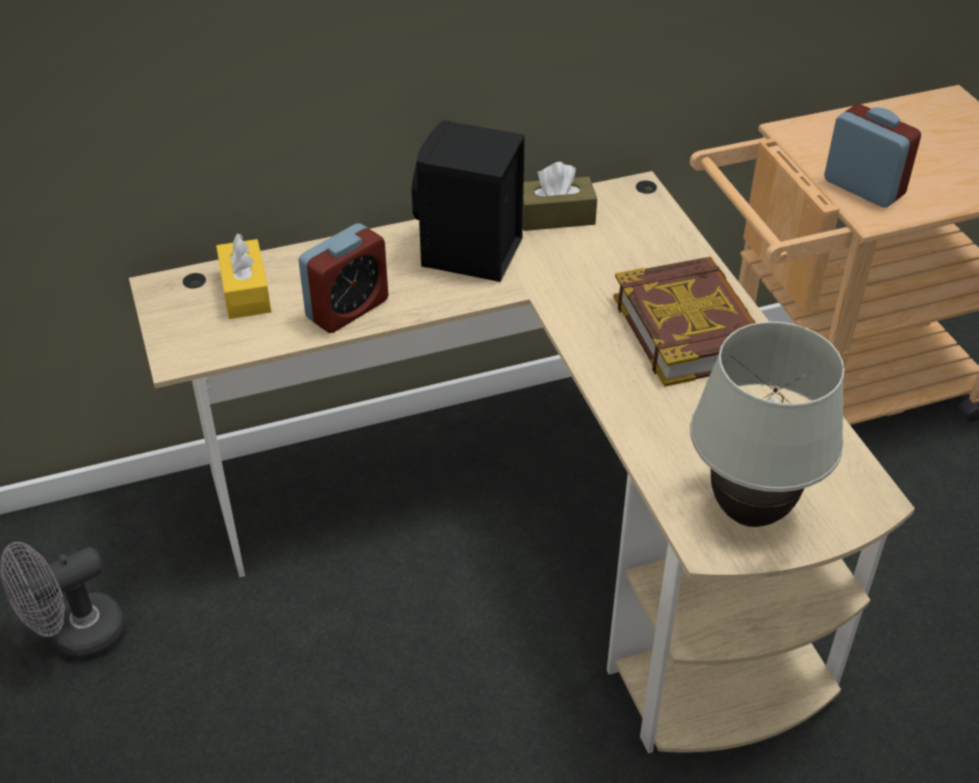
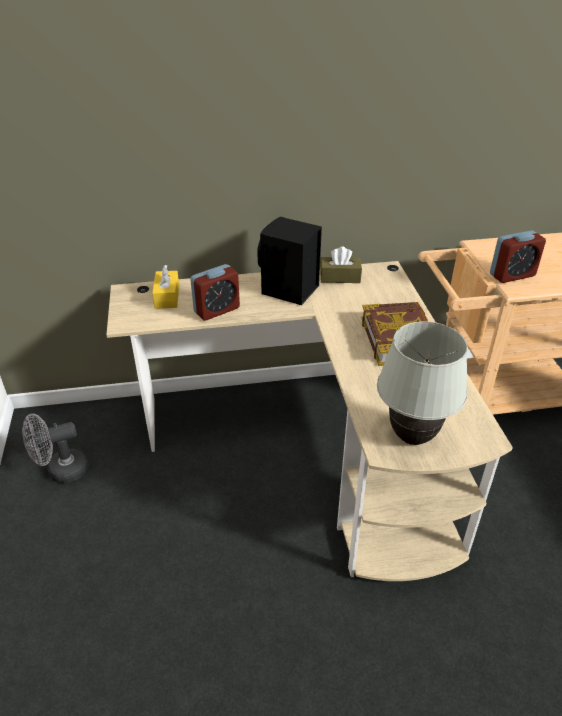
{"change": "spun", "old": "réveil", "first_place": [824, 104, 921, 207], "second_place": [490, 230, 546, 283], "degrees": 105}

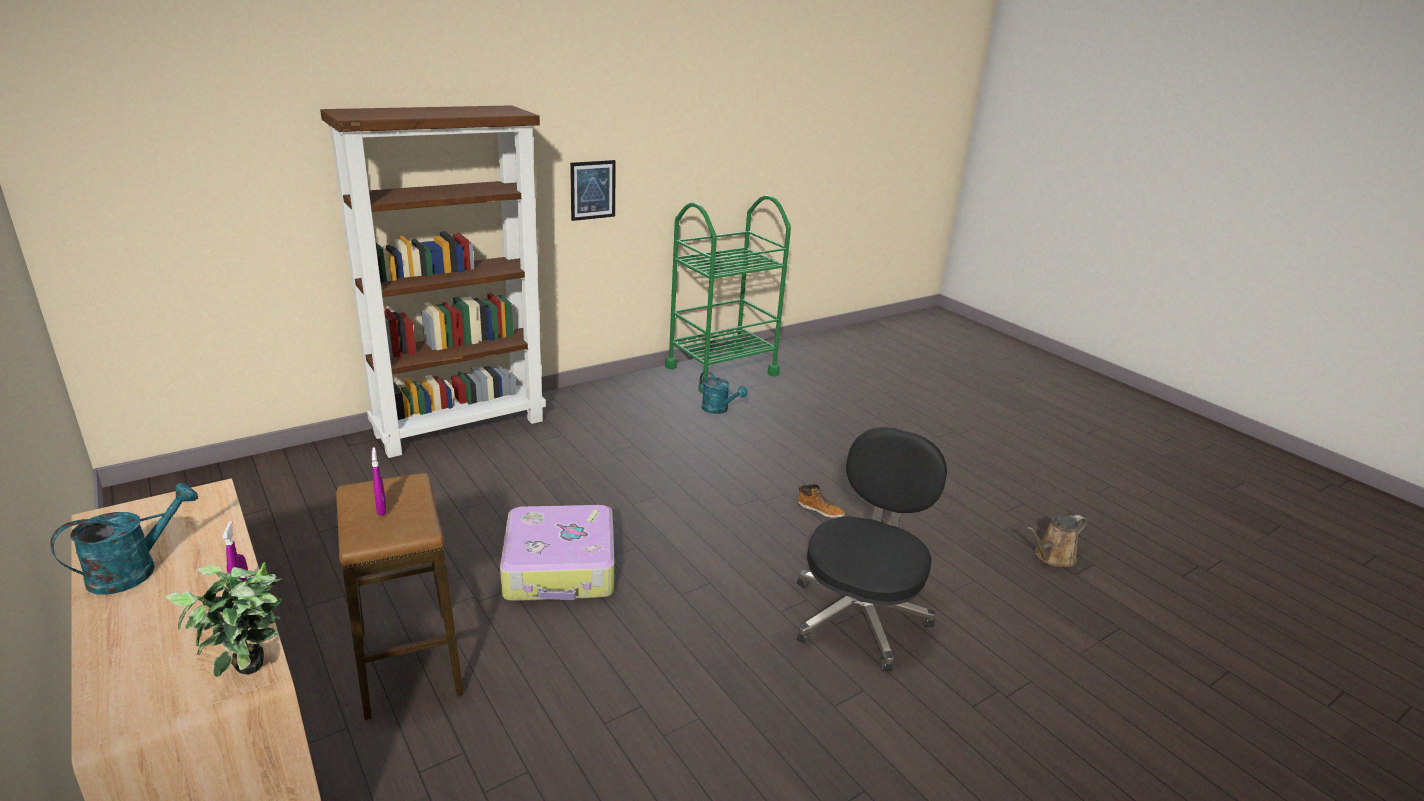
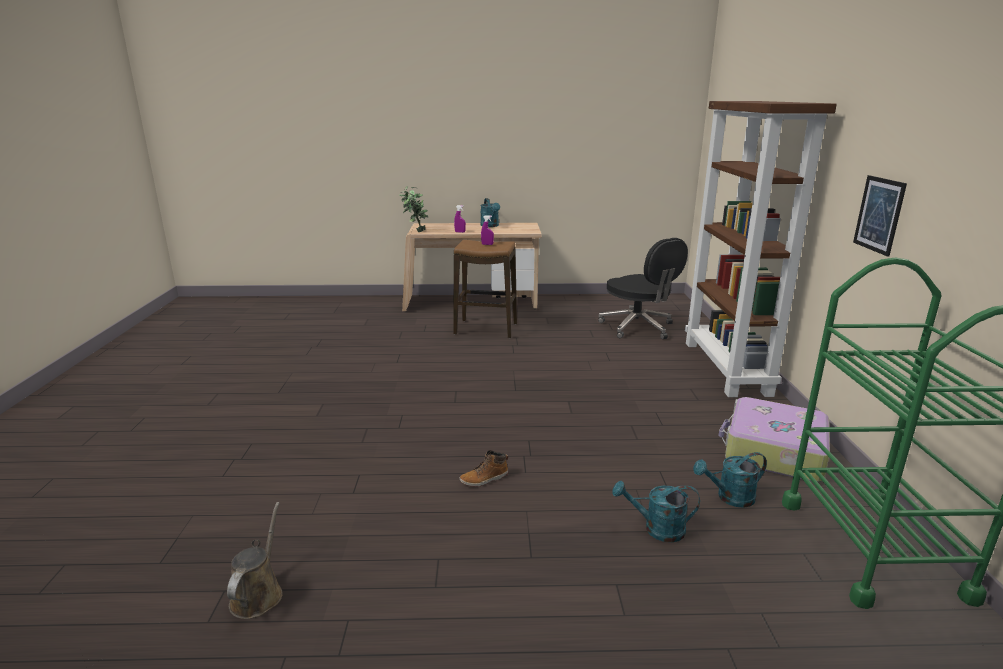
{"change": "appeared", "new": "arrosoir [turquoise]", "second_place": [612, 481, 700, 542]}
{"change": "relocated", "old": "valise", "first_place": [500, 505, 615, 601], "second_place": [719, 397, 830, 482]}
{"change": "relocated", "old": "chaise de bureau [noir]", "first_place": [797, 427, 947, 671], "second_place": [598, 238, 688, 339]}

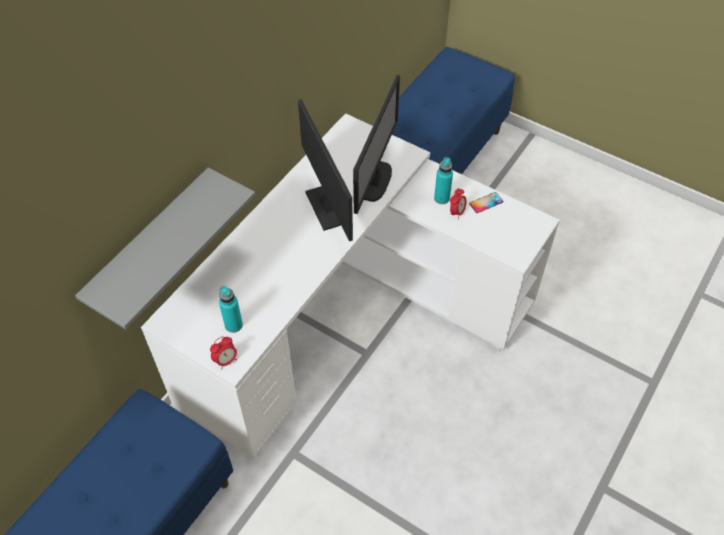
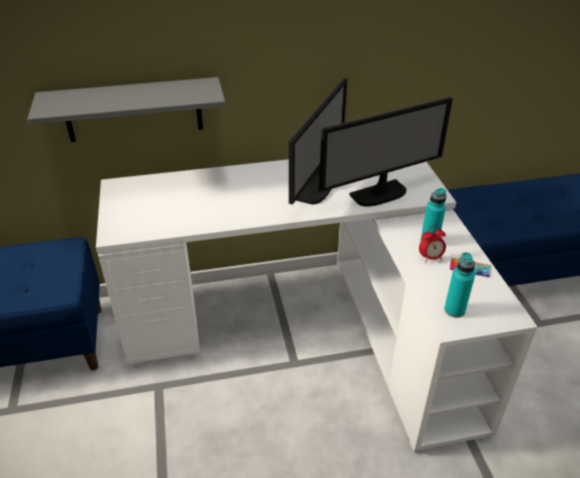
{"change": "missing", "old": "réveil", "first_place": [210, 337, 237, 370]}
{"change": "relocated", "old": "bouteille [turquoise]", "first_place": [219, 286, 243, 333], "second_place": [444, 252, 475, 318]}

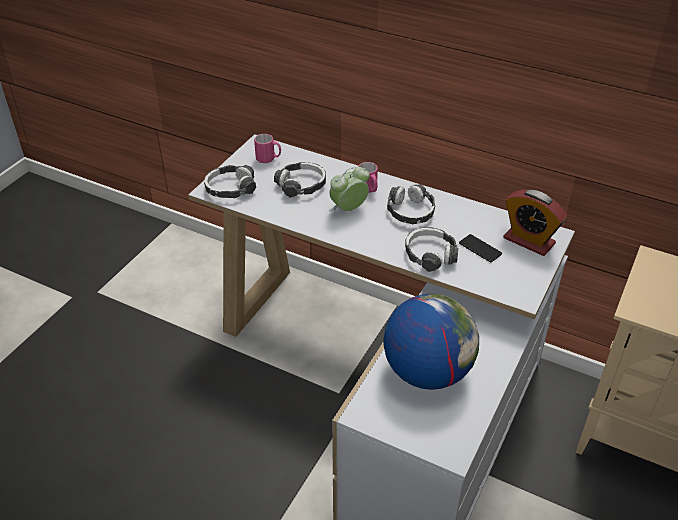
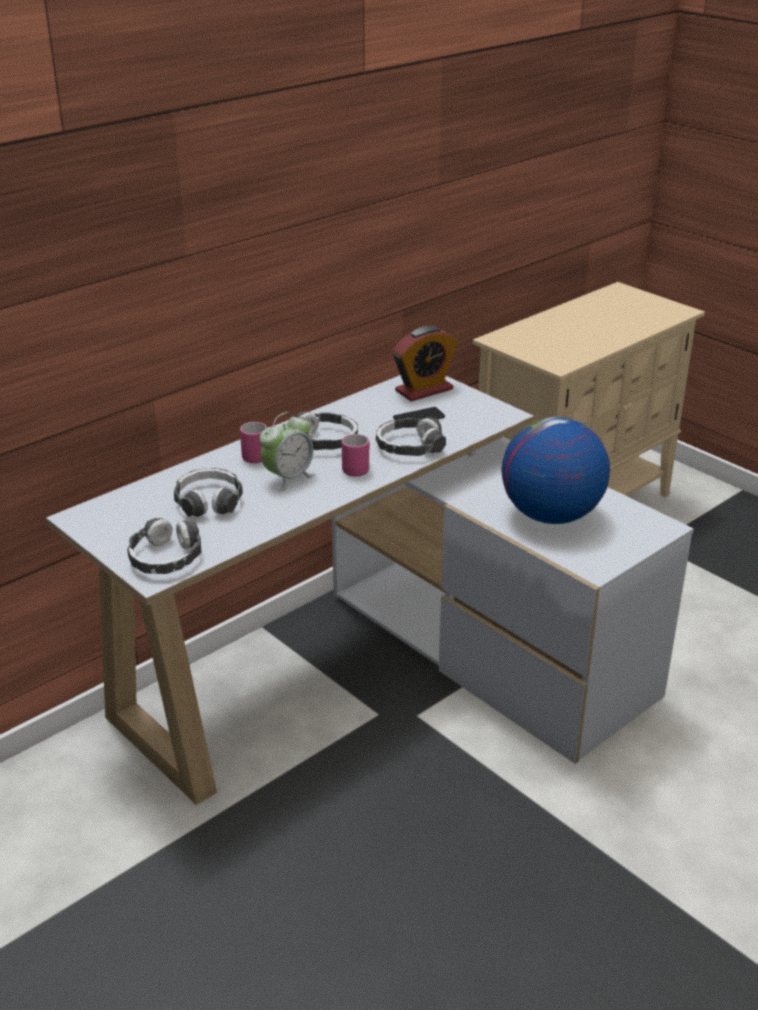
{"change": "relocated", "old": "mug [rose]", "first_place": [254, 134, 281, 163], "second_place": [342, 434, 370, 476]}
{"change": "spun", "old": "réveil", "first_place": [329, 167, 370, 211], "second_place": [260, 412, 315, 492], "degrees": -120}

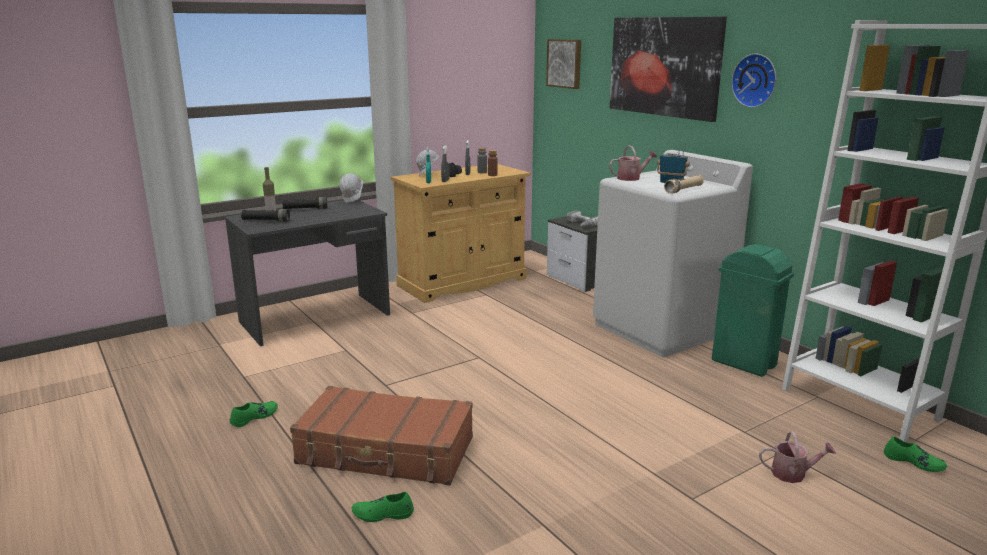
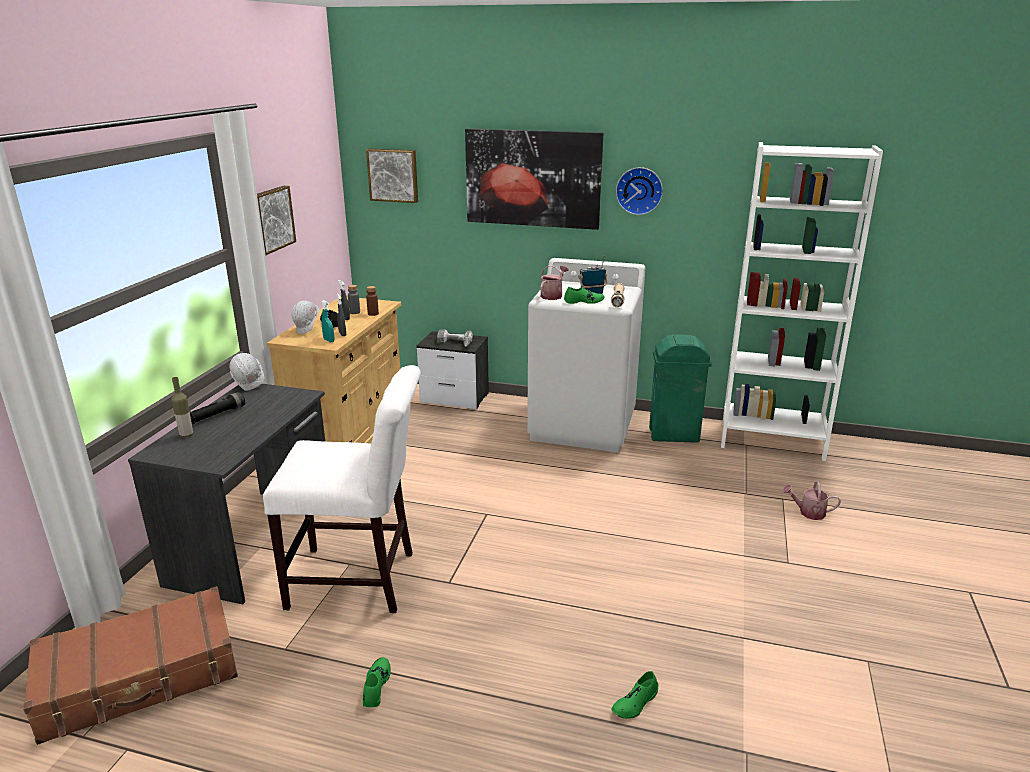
{"change": "missing", "old": "lampe de poche [noir]", "first_place": [241, 209, 290, 222]}
{"change": "appeared", "new": "tableau", "second_place": [257, 186, 296, 255]}
{"change": "appeared", "new": "chaise [blanc]", "second_place": [263, 365, 421, 613]}
{"change": "relocated", "old": "valise [marron]", "first_place": [290, 386, 473, 485], "second_place": [23, 586, 238, 745]}
{"change": "relocated", "old": "chaussure [vert]", "first_place": [884, 436, 947, 472], "second_place": [564, 286, 605, 304]}
{"change": "spun", "old": "arrosoir", "first_place": [759, 432, 836, 483], "second_place": [782, 481, 841, 520], "degrees": -135}

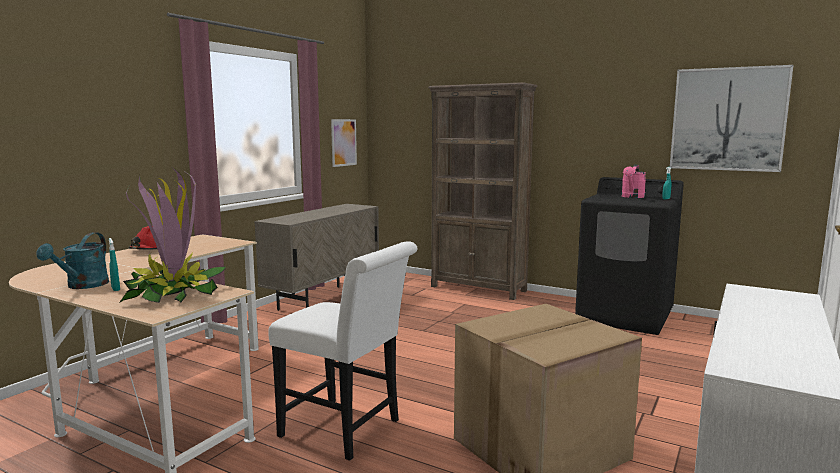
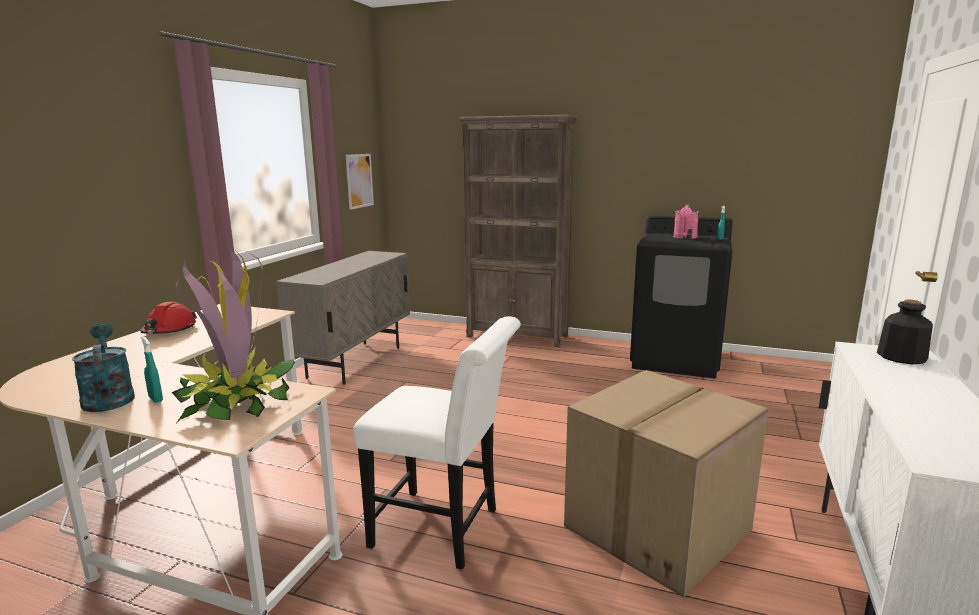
{"change": "missing", "old": "tableau", "first_place": [670, 65, 793, 172]}
{"change": "appeared", "new": "bouteille", "second_place": [877, 300, 933, 364]}
{"change": "spun", "old": "arrosoir [turquoise]", "first_place": [37, 232, 109, 289], "second_place": [72, 323, 135, 412], "degrees": 150}

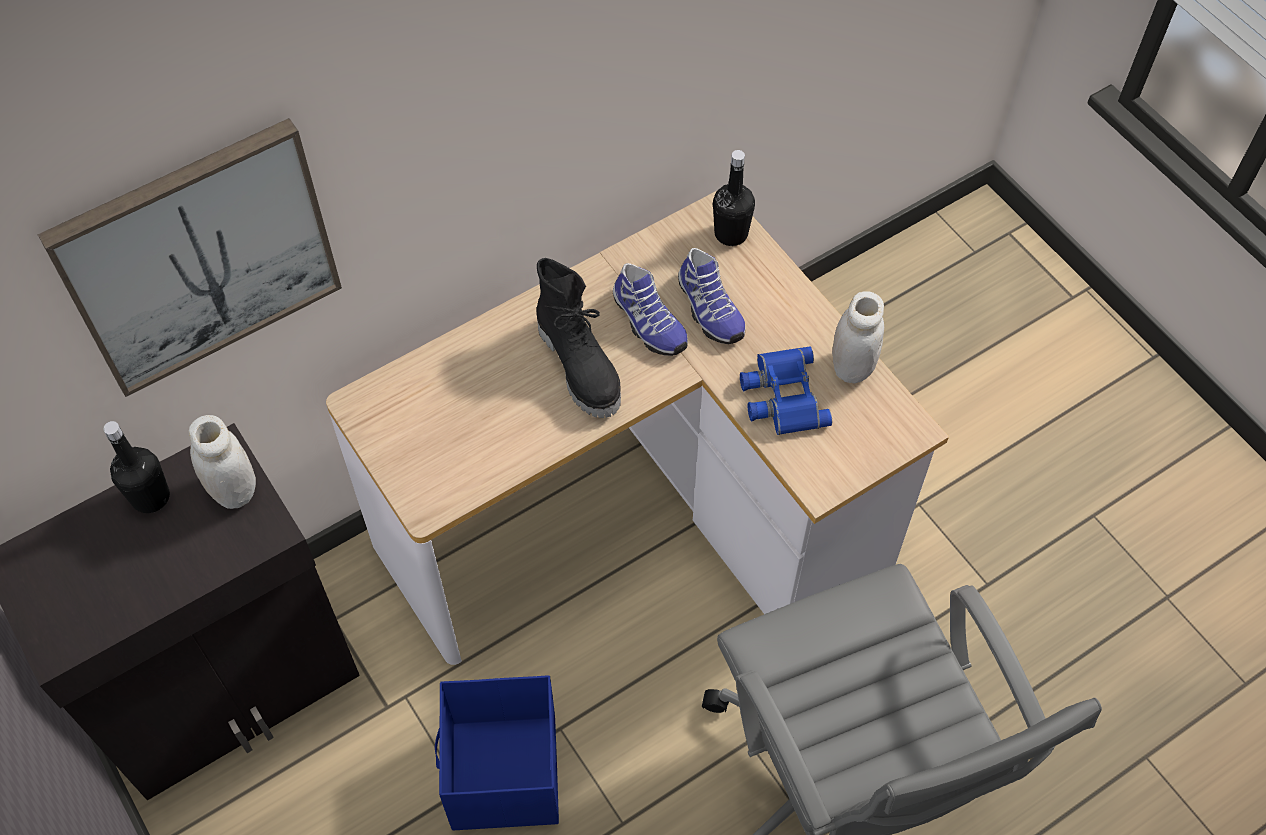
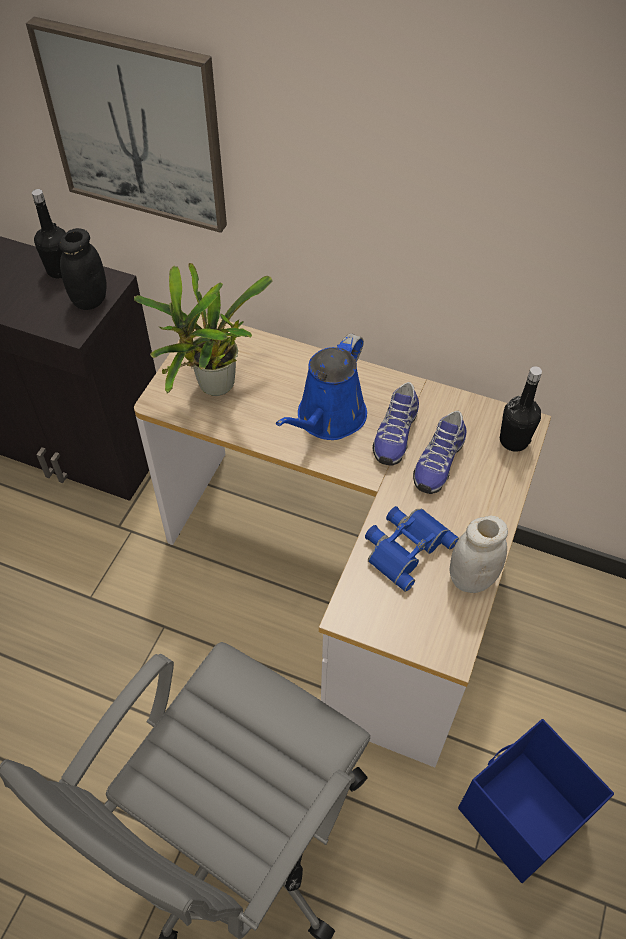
{"change": "appeared", "new": "plante en pot", "second_place": [134, 263, 273, 396]}
{"change": "relocated", "old": "boîte de rangement [bleu]", "first_place": [435, 675, 559, 830], "second_place": [458, 719, 614, 883]}
{"change": "exchanged", "old": "botte [noir]", "new": "arrosoir [bleu]", "first_place": [537, 258, 621, 418], "second_place": [276, 333, 367, 440]}
{"change": "colour", "old": "bocal [blanc]", "new": "bocal [noir]", "first_place": [189, 415, 256, 509], "second_place": [59, 228, 106, 310]}

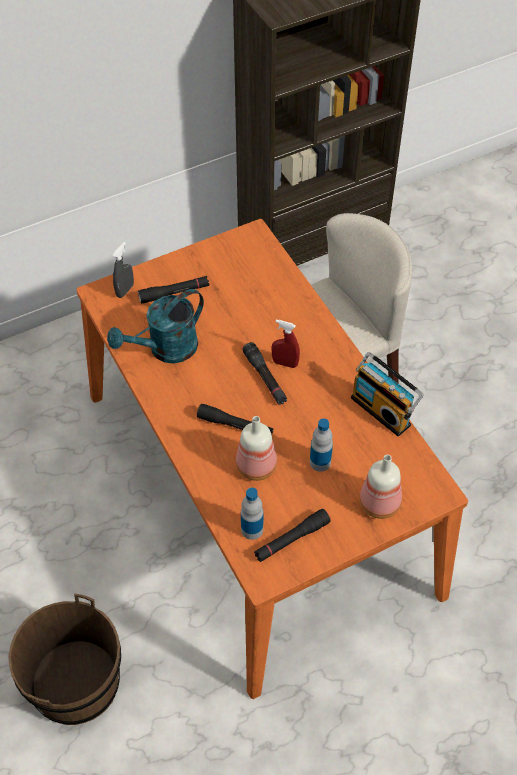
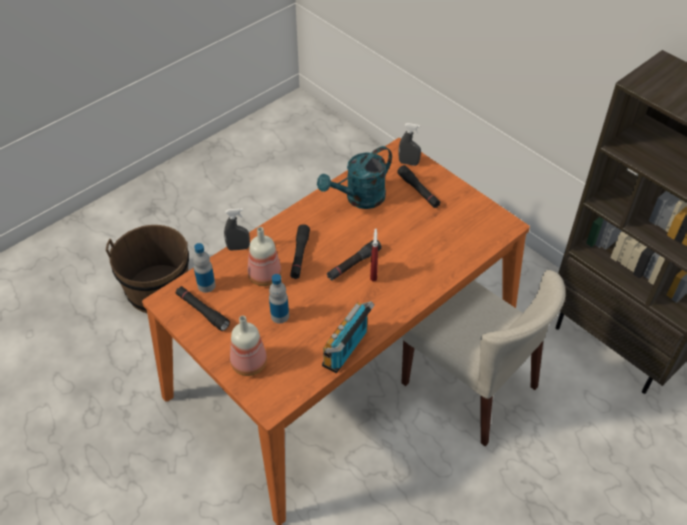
{"change": "appeared", "new": "vaporisateur [gris]", "second_place": [224, 208, 250, 251]}
{"change": "spun", "old": "arrosoir [turquoise]", "first_place": [107, 289, 204, 363], "second_place": [317, 146, 392, 209], "degrees": -75}

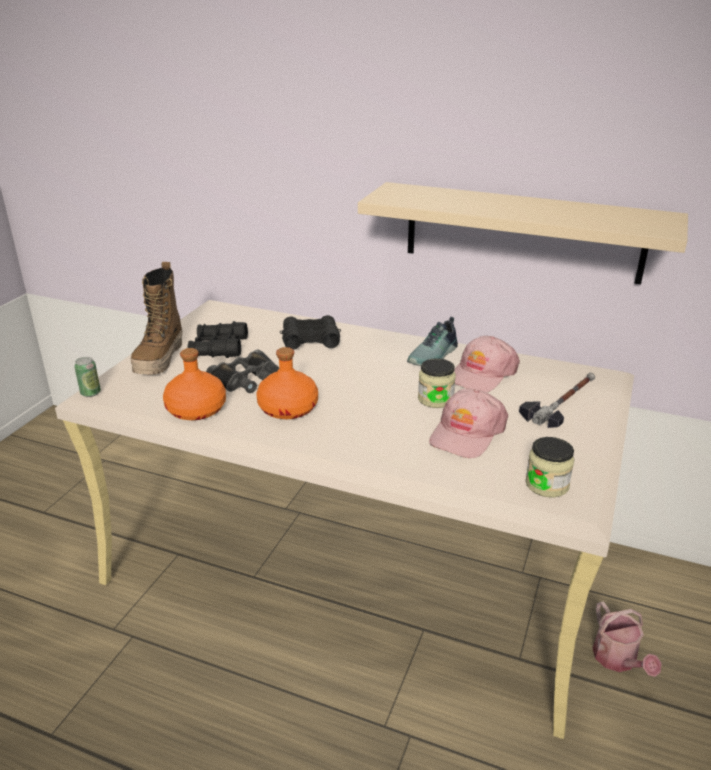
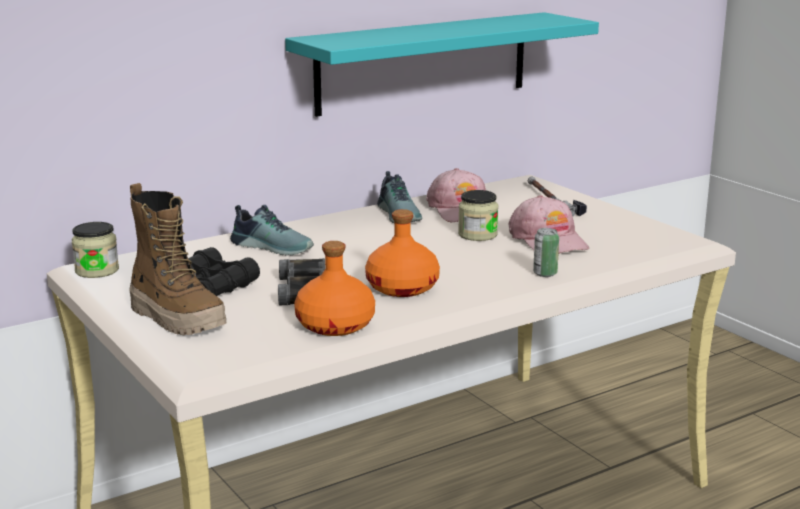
{"change": "missing", "old": "arrosoir", "first_place": [593, 601, 662, 677]}
{"change": "relocated", "old": "boîte métallique", "first_place": [74, 357, 101, 397], "second_place": [533, 228, 559, 277]}
{"change": "relocated", "old": "bocal", "first_place": [525, 437, 574, 498], "second_place": [72, 222, 119, 278]}
{"change": "exchanged", "old": "jumelles [noir]", "new": "chaussure", "first_place": [280, 315, 341, 350], "second_place": [230, 205, 314, 256]}
{"change": "colour", "old": "étagère [beige]", "new": "étagère [turquoise]", "first_place": [358, 182, 688, 284], "second_place": [285, 12, 599, 117]}

